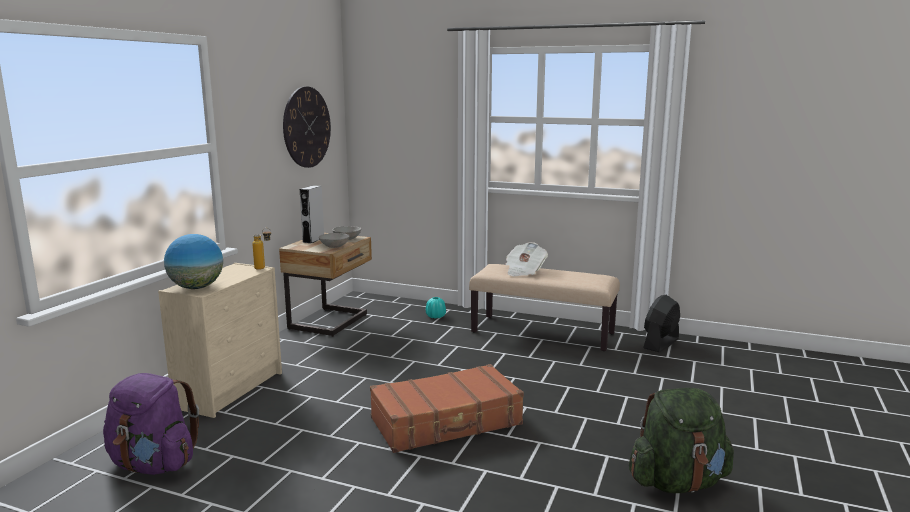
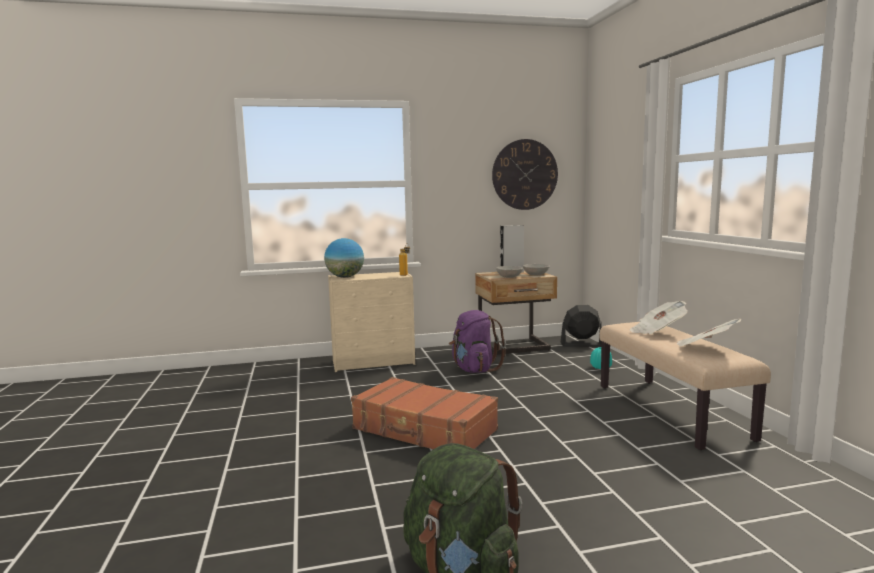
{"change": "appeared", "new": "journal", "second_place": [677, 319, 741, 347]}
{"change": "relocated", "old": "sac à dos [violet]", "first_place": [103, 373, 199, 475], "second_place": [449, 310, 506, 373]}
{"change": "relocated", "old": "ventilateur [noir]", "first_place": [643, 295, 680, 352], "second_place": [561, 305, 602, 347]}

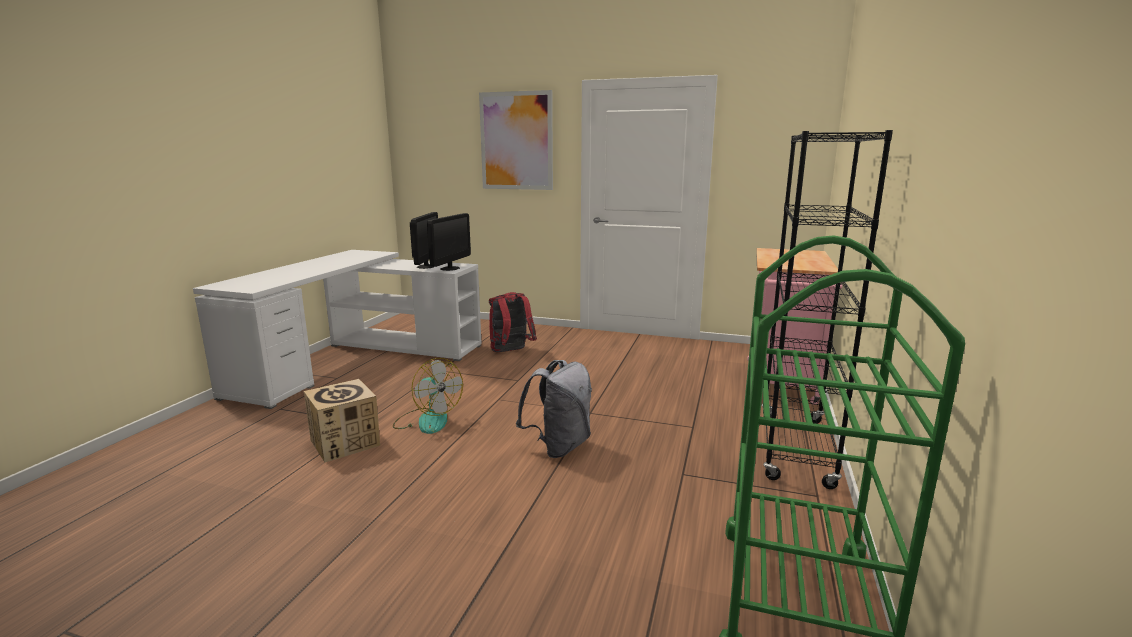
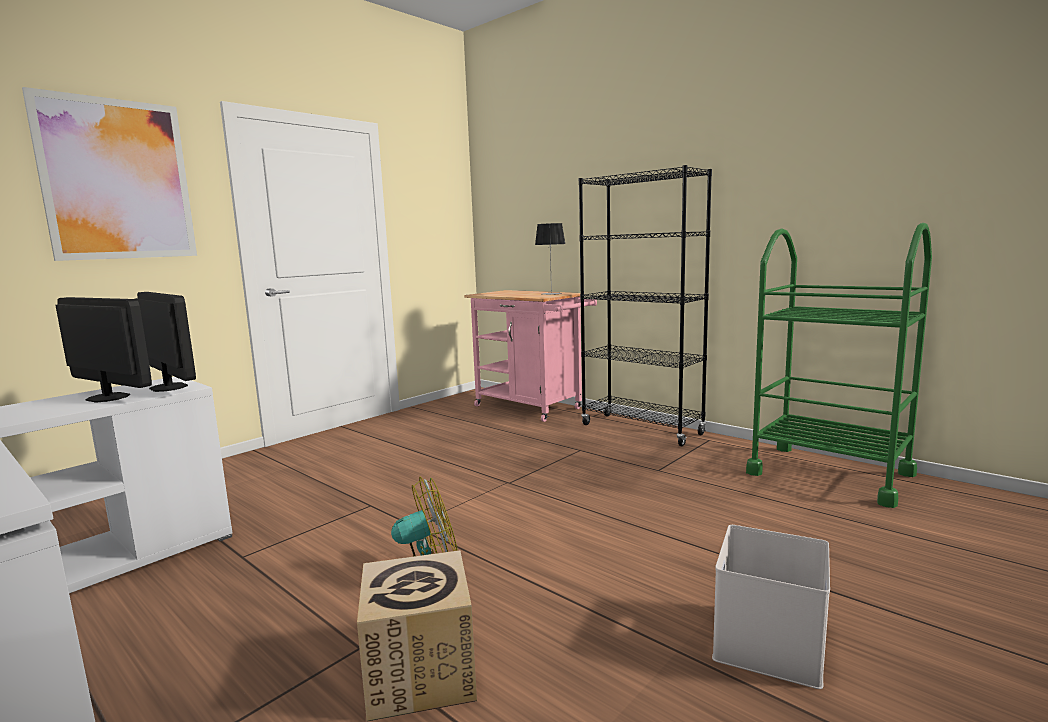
{"change": "missing", "old": "sac à dos [rouge]", "first_place": [489, 292, 537, 352]}
{"change": "missing", "old": "sac à dos [gris]", "first_place": [516, 360, 592, 458]}
{"change": "appeared", "new": "lampe de table", "second_place": [535, 223, 565, 295]}
{"change": "appeared", "new": "boîte de rangement [blanc]", "second_place": [712, 525, 830, 689]}

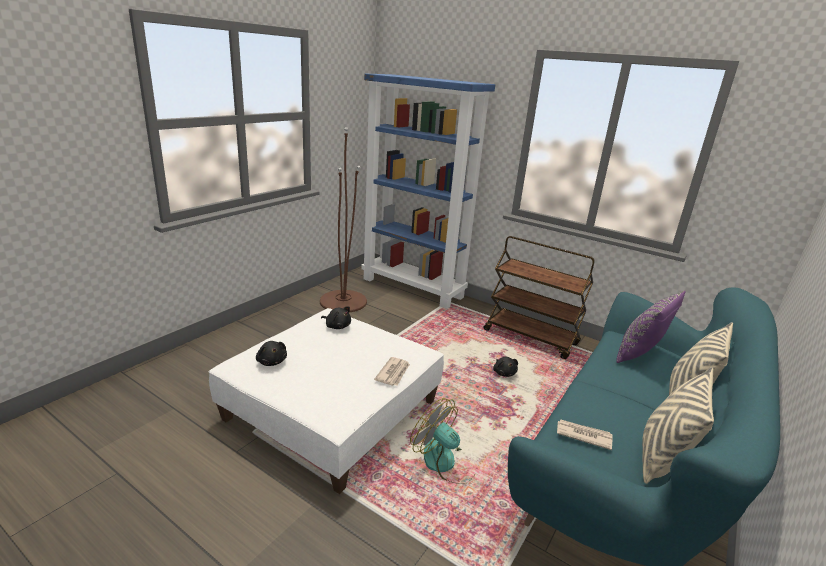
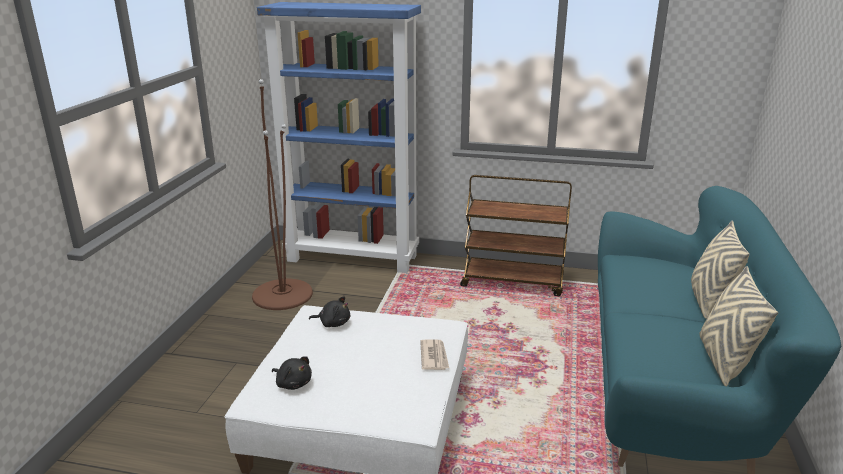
{"change": "missing", "old": "ventilateur", "first_place": [410, 398, 477, 484]}
{"change": "missing", "old": "peluche [noir]", "first_place": [493, 357, 518, 377]}
{"change": "missing", "old": "journal", "first_place": [557, 419, 613, 450]}
{"change": "missing", "old": "coussin [violet]", "first_place": [616, 290, 686, 363]}

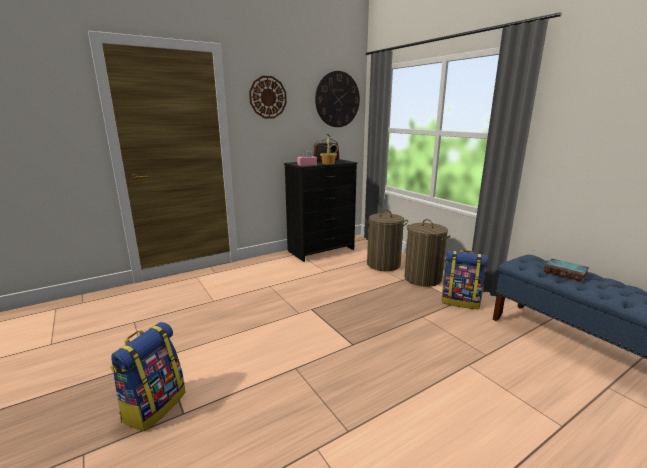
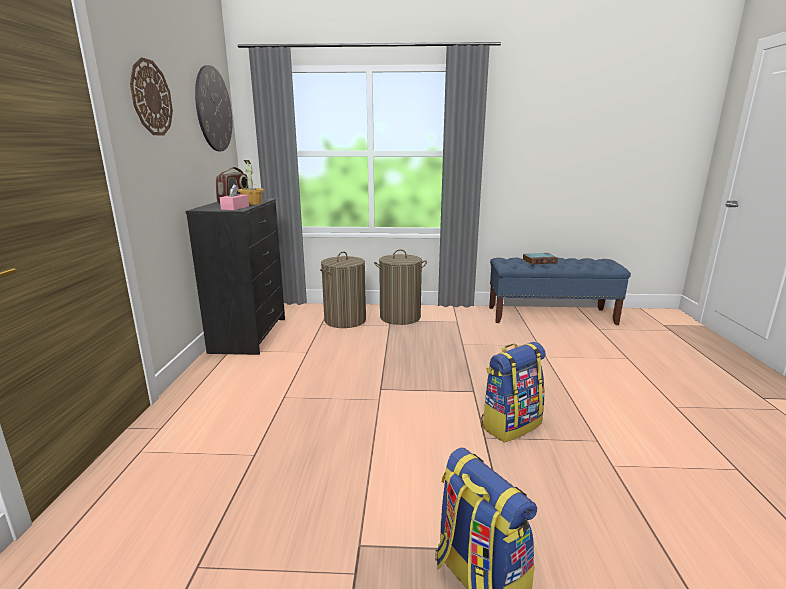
{"change": "relocated", "old": "sac à dos", "first_place": [442, 250, 488, 309], "second_place": [481, 342, 546, 443]}

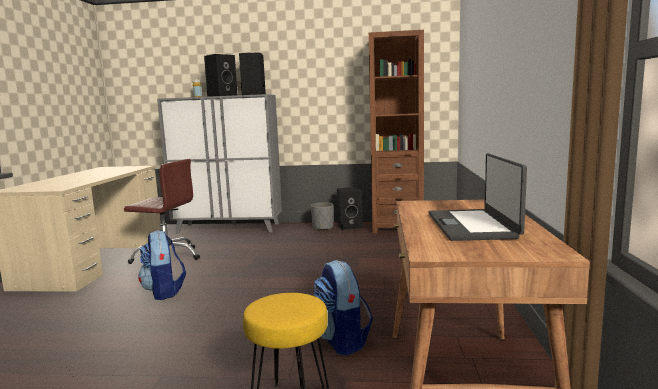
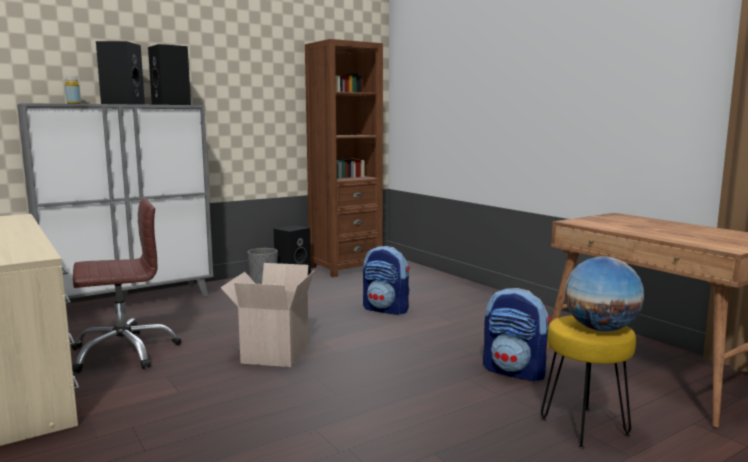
{"change": "missing", "old": "ordinateur portable", "first_place": [429, 153, 527, 241]}
{"change": "appeared", "new": "carton", "second_place": [220, 263, 315, 367]}
{"change": "appeared", "new": "globe", "second_place": [564, 256, 644, 331]}
{"change": "relocated", "old": "sac à dos", "first_place": [138, 230, 186, 300], "second_place": [363, 246, 410, 315]}

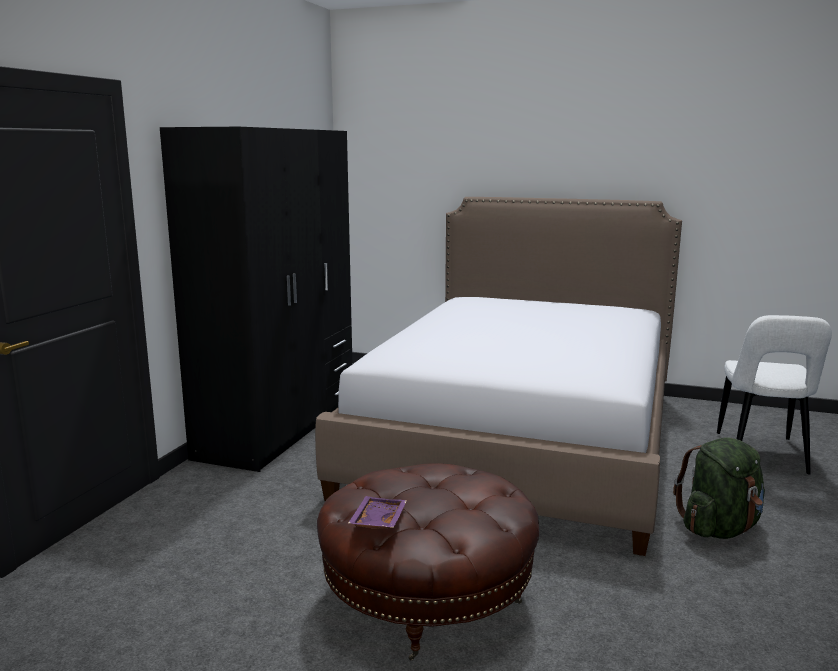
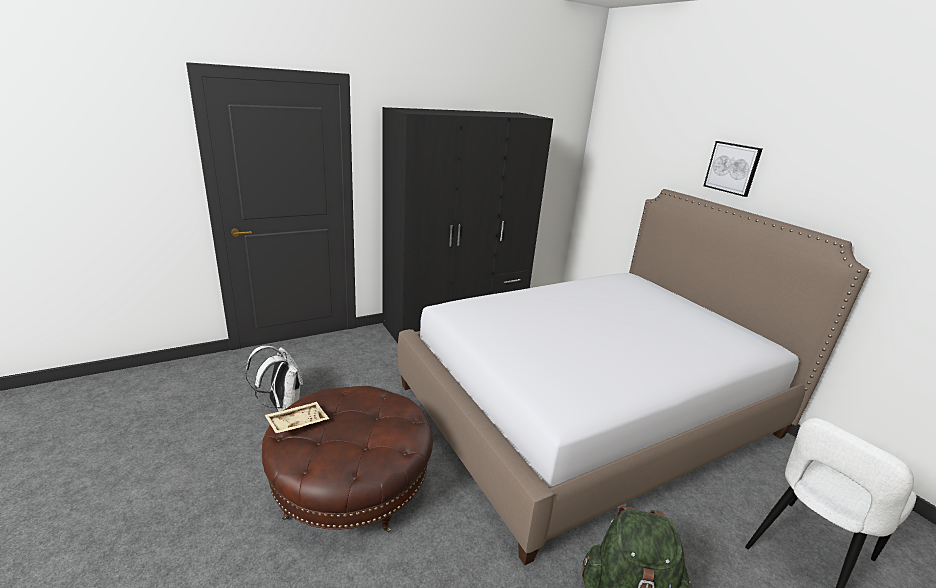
{"change": "appeared", "new": "sac à dos [blanc]", "second_place": [246, 346, 303, 412]}
{"change": "appeared", "new": "tableau", "second_place": [703, 141, 762, 197]}
{"change": "colour", "old": "plateau [violet]", "new": "plateau [beige]", "first_place": [348, 496, 407, 529], "second_place": [265, 402, 329, 433]}

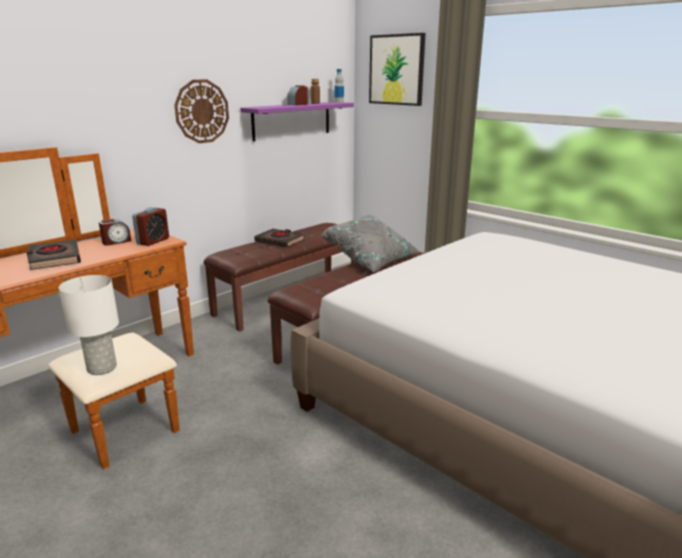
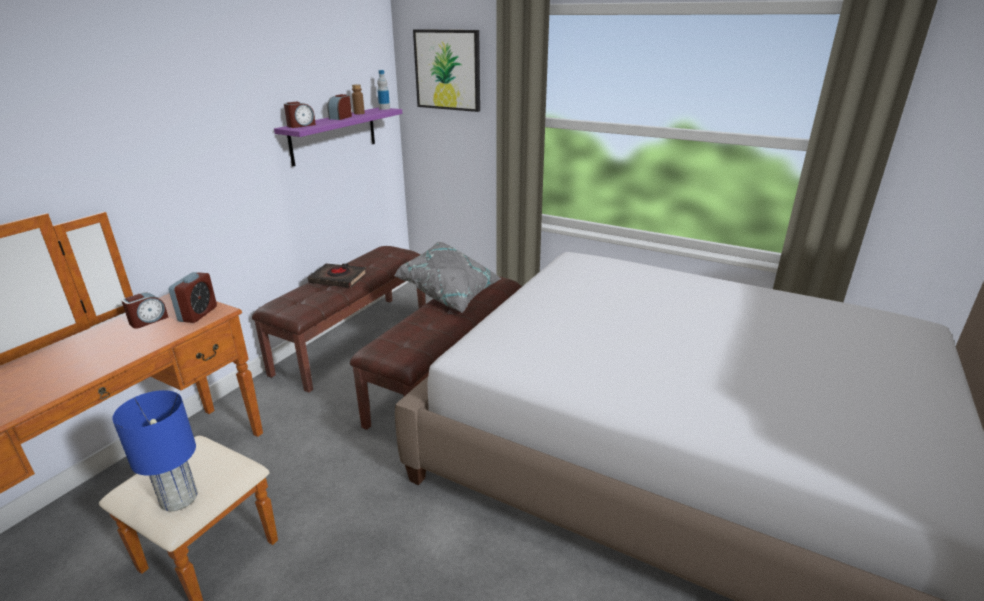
{"change": "missing", "old": "livre [noir]", "first_place": [27, 240, 81, 270]}
{"change": "missing", "old": "horloge murale", "first_place": [174, 79, 229, 143]}
{"change": "appeared", "new": "réveil", "second_place": [284, 101, 316, 128]}
{"change": "colour", "old": "lampe de table [blanc]", "new": "lampe de table [bleu]", "first_place": [59, 275, 119, 375], "second_place": [112, 390, 198, 511]}

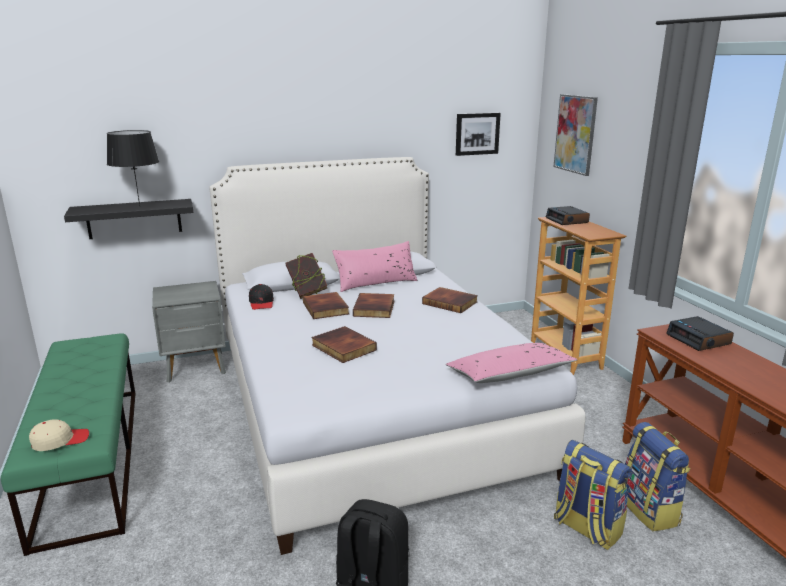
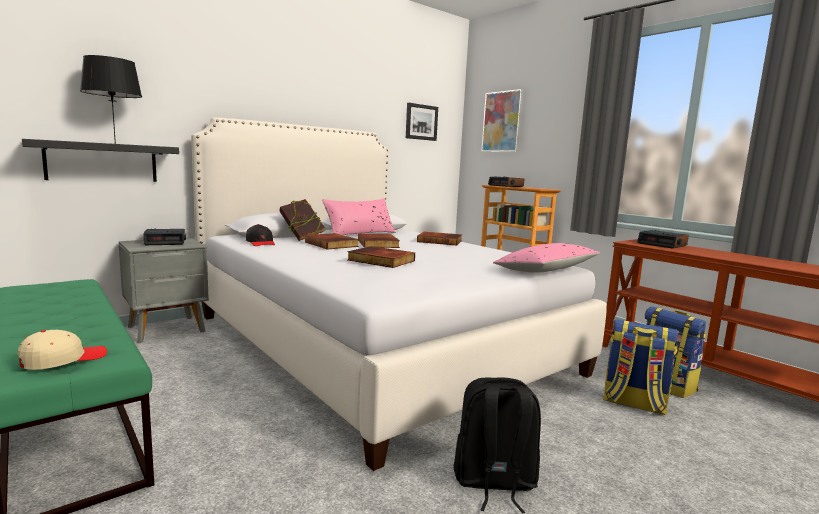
{"change": "appeared", "new": "réveil", "second_place": [143, 229, 186, 245]}

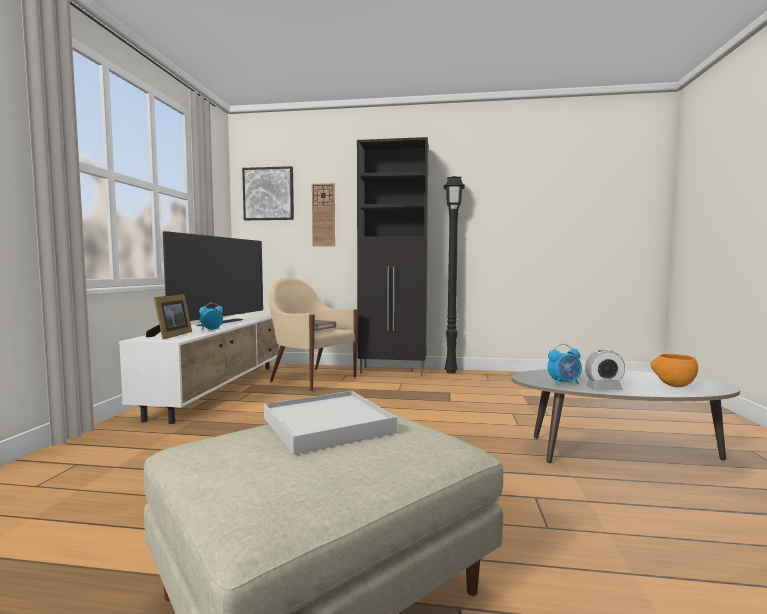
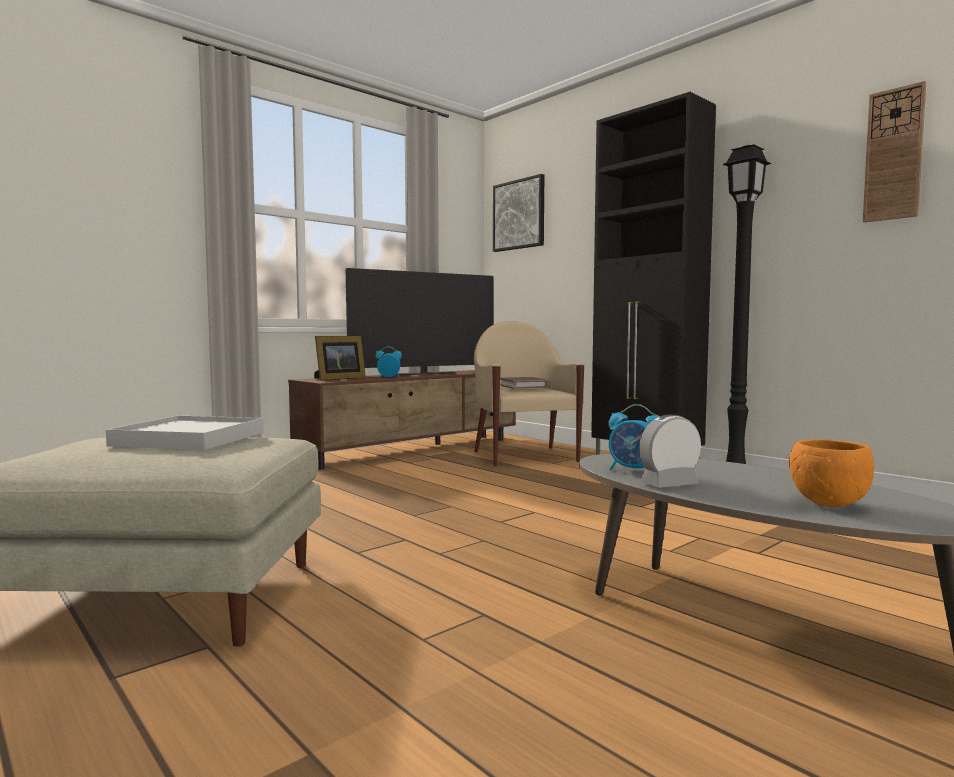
{"change": "relocated", "old": "horloge murale", "first_place": [312, 183, 335, 246], "second_place": [863, 81, 926, 223]}
{"change": "colour", "old": "meuble télé [blanc]", "new": "meuble télé [marron]", "first_place": [119, 314, 279, 424], "second_place": [288, 370, 516, 470]}
{"change": "spun", "old": "réveil", "first_place": [585, 349, 625, 390], "second_place": [639, 415, 701, 488], "degrees": 120}

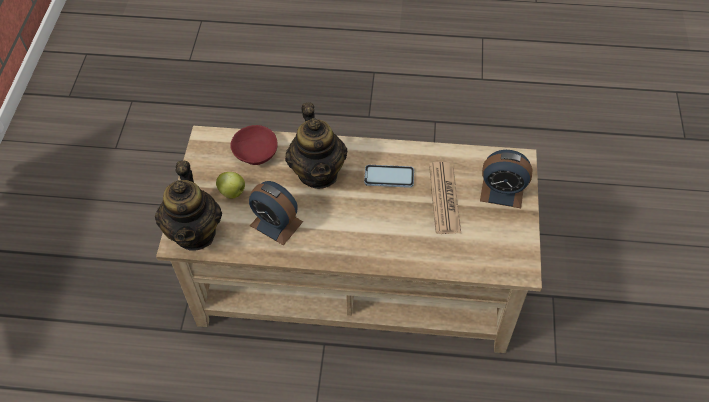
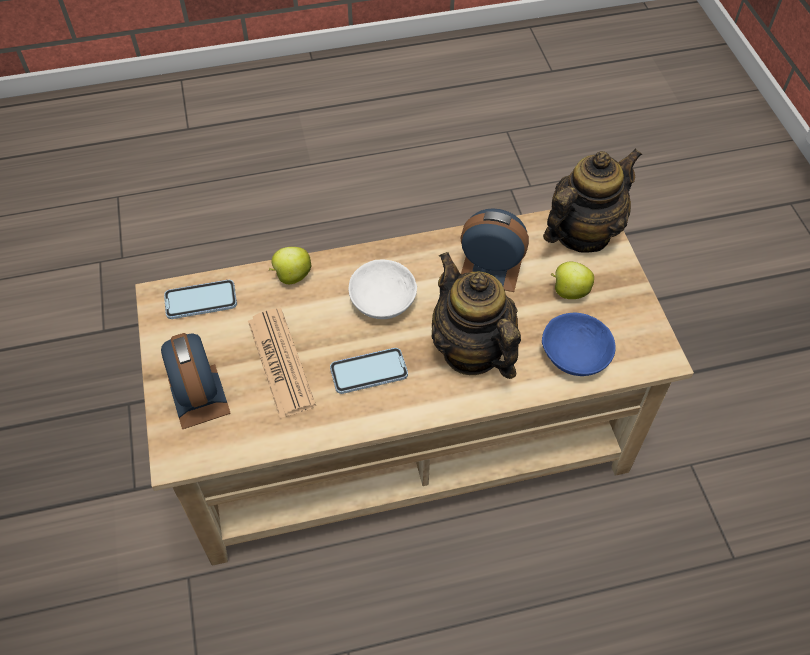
{"change": "appeared", "new": "téléphone", "second_place": [164, 280, 237, 319]}
{"change": "appeared", "new": "pomme", "second_place": [269, 247, 311, 284]}
{"change": "appeared", "new": "bol [blanc]", "second_place": [349, 260, 417, 319]}
{"change": "colour", "old": "bol [rouge]", "new": "bol [bleu]", "first_place": [230, 125, 278, 165], "second_place": [542, 313, 616, 376]}
{"change": "spun", "old": "théière", "first_place": [155, 161, 222, 251], "second_place": [543, 148, 642, 253], "degrees": 75}
{"change": "spun", "old": "réveil", "first_place": [480, 150, 533, 208], "second_place": [161, 333, 231, 429], "degrees": 75}

